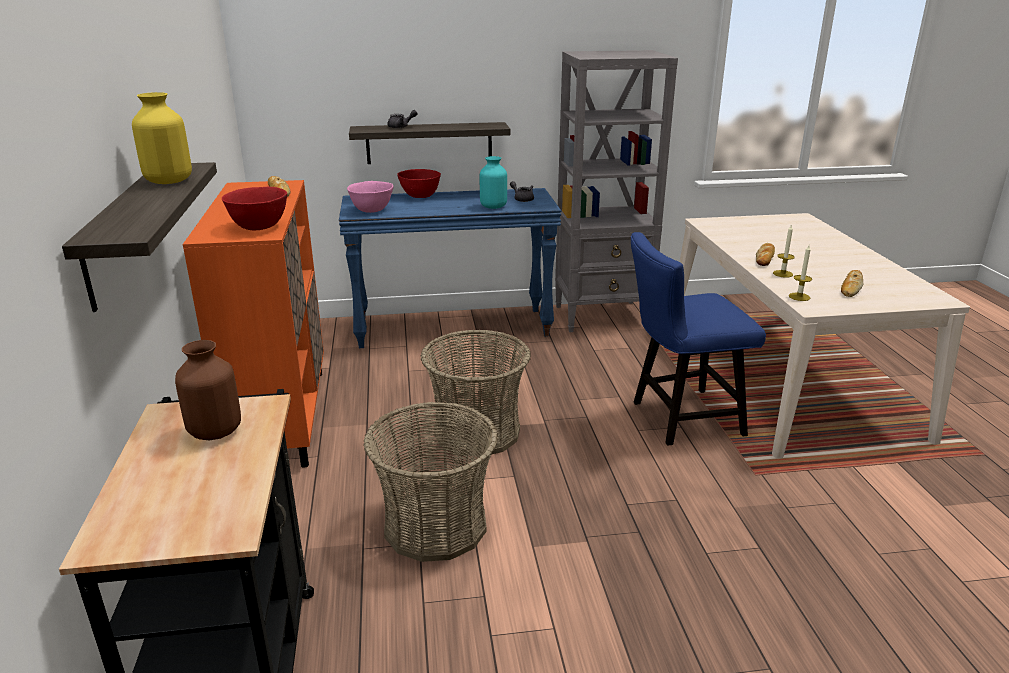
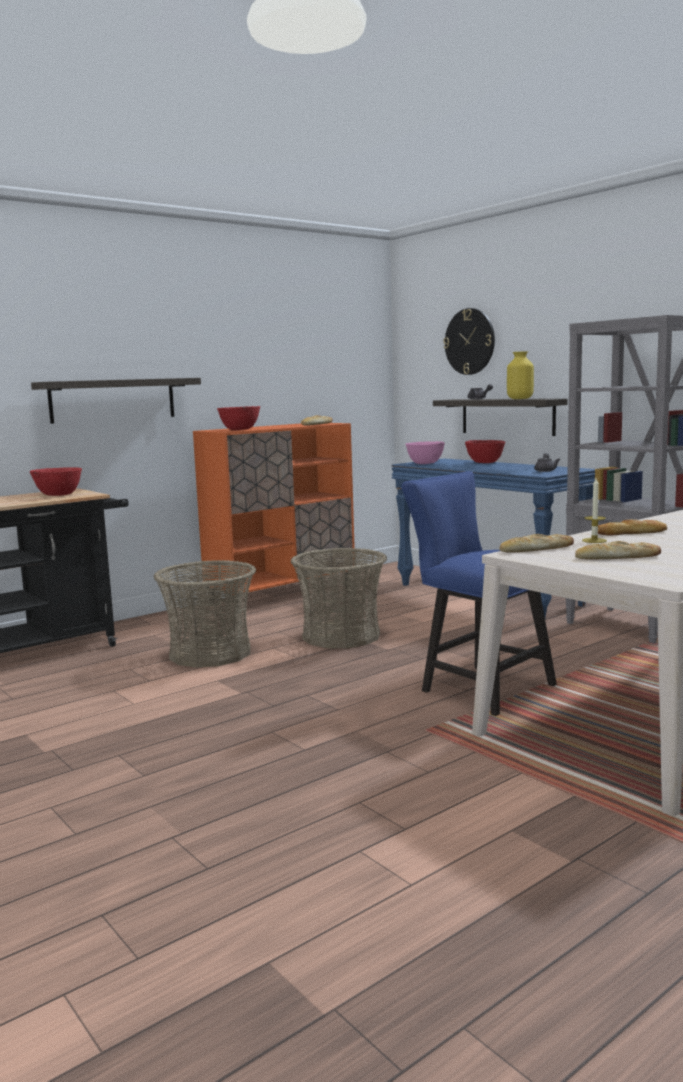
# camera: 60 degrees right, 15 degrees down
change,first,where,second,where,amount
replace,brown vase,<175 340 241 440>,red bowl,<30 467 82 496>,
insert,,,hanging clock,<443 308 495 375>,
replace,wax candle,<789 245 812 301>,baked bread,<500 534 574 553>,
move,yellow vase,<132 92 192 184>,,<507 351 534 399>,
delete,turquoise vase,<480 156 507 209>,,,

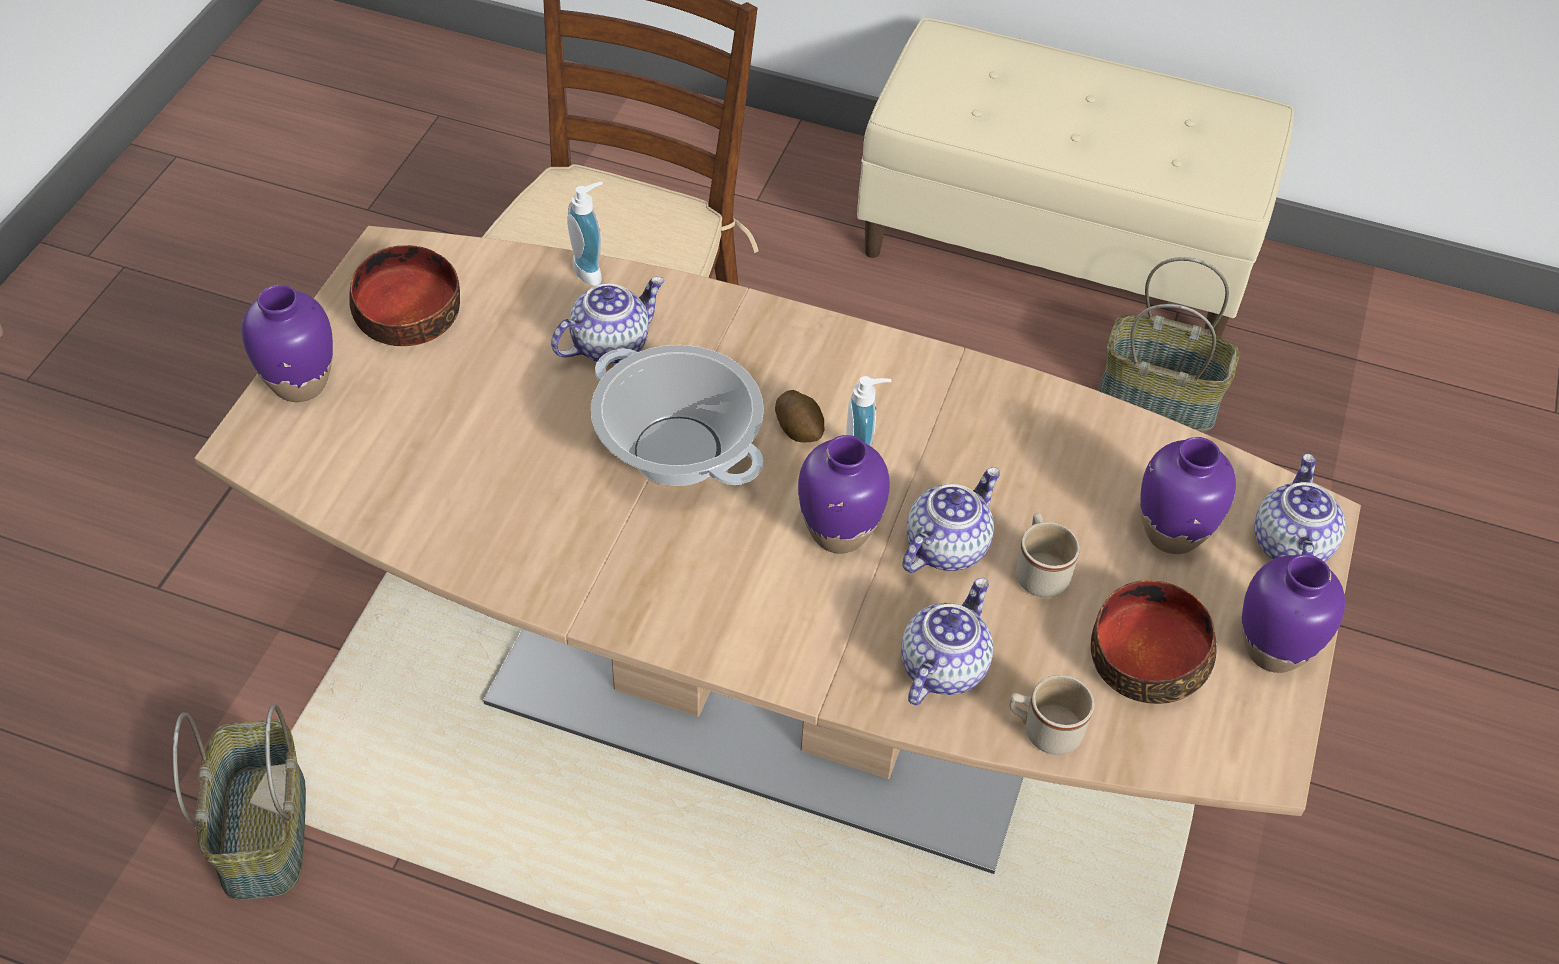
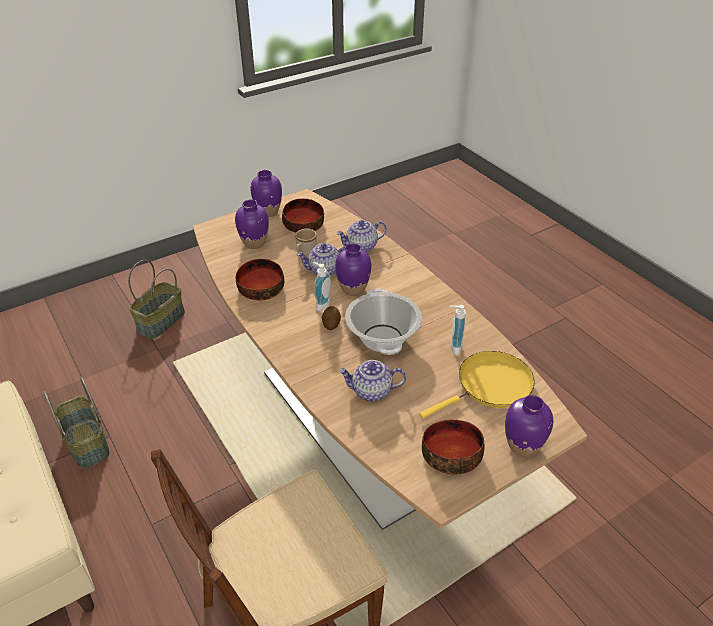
# camera: 140 degrees left, 10 degrees down
change,first,where,second,where,amount
move,basket,<173 704 306 900>,,<128 260 185 339>,
insert,,,bowl,<236 259 284 301>,
insert,,,yellow frying pan,<419 351 535 419>,
move,soap dispenser,<567 181 603 286>,,<450 305 466 355>,
delete,beige mug,<1009 675 1095 755>,,,
delete,tea pot,<1254 454 1345 562>,,,

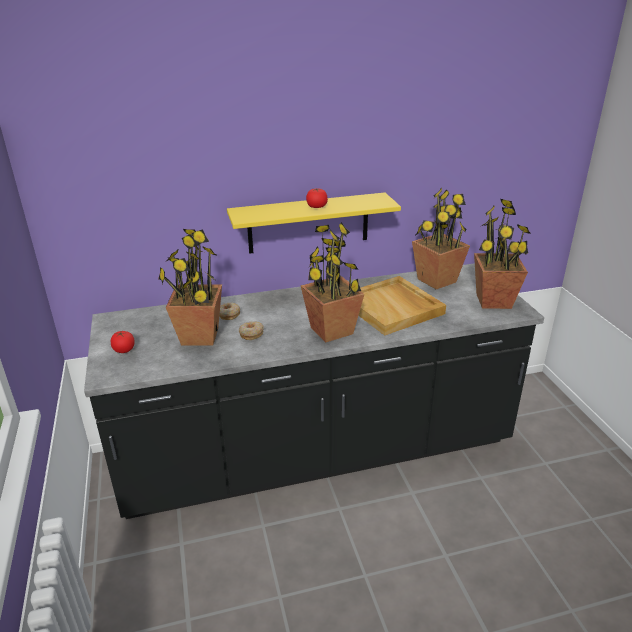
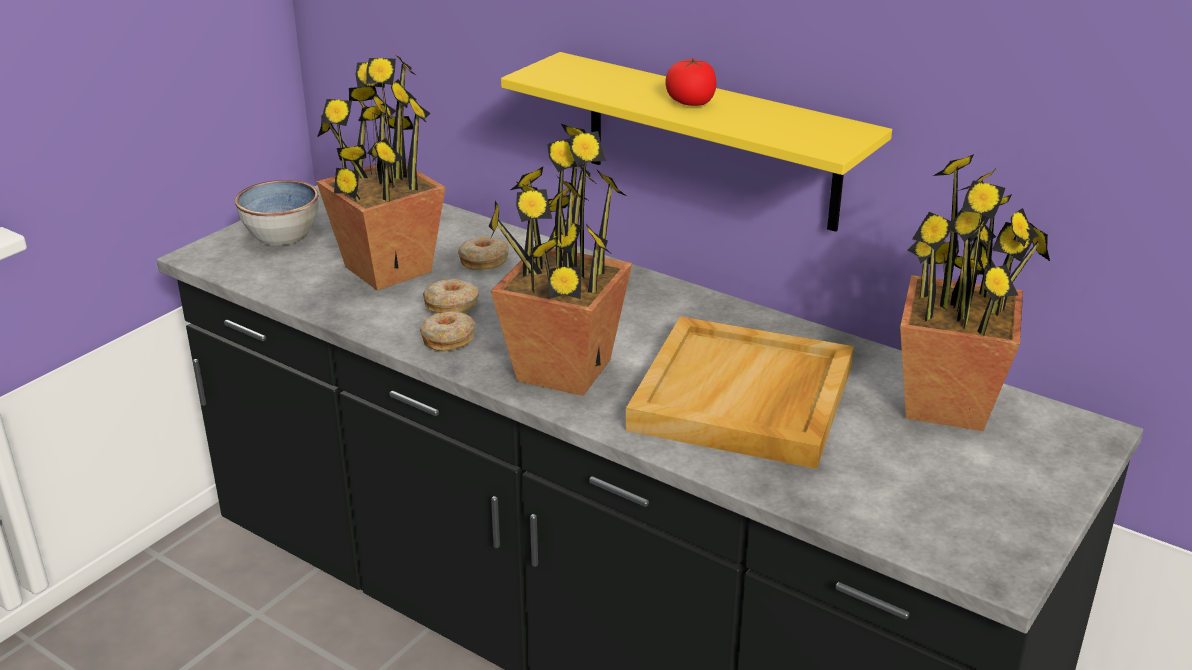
# camera: 50 degrees right, 0 degrees up
change,first,where,second,where,amount
replace,whole tomato,<111 330 135 353>,bowl,<235 180 319 245>,
insert,,,donut,<420 311 476 352>,
delete,potted plant,<474 199 531 309>,,,

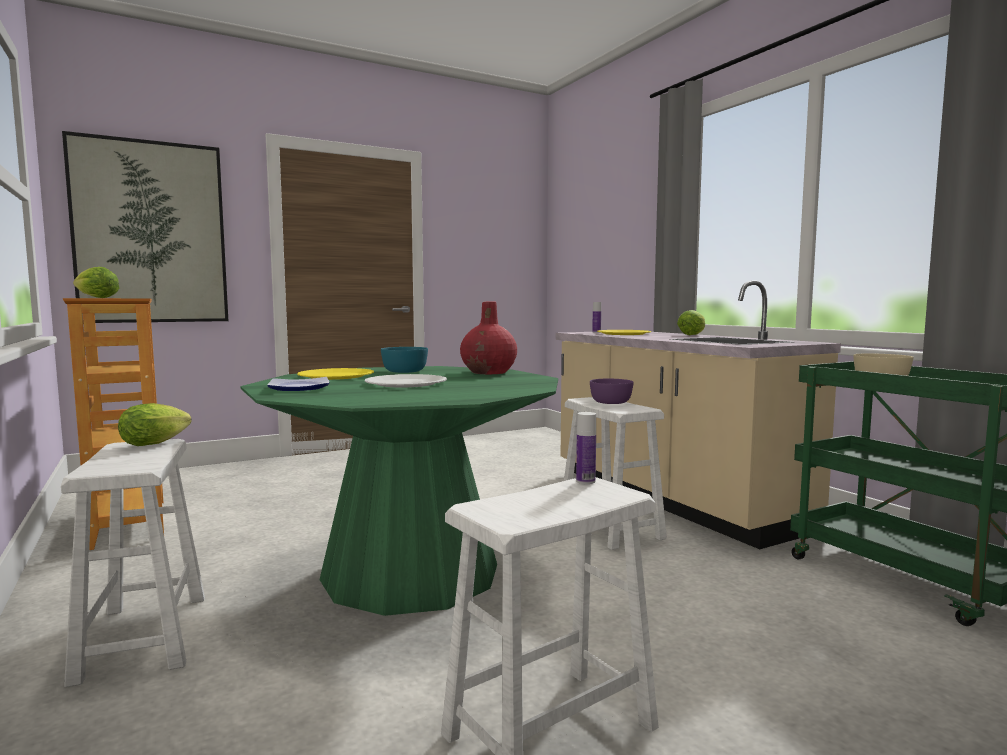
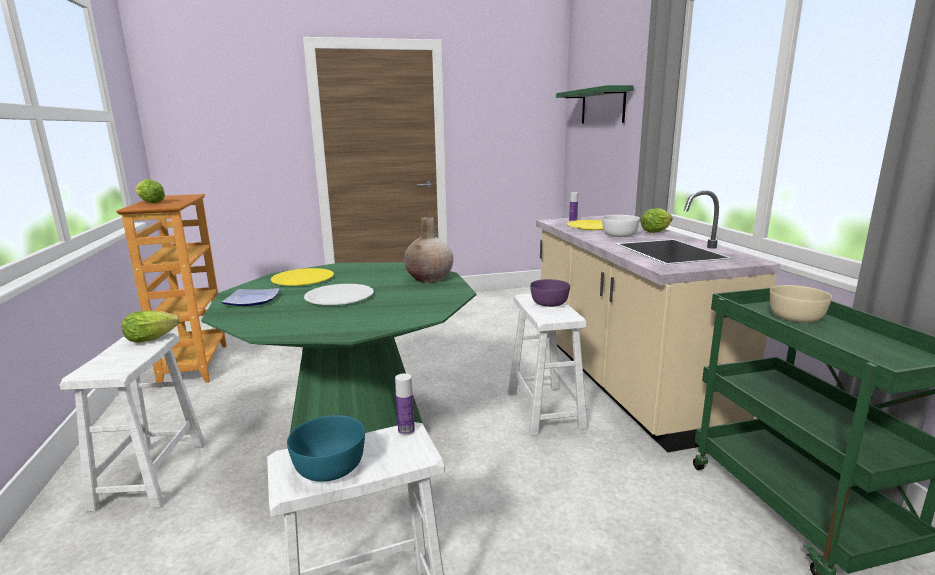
# camera: 15 degrees right, 10 degrees up
change,first,where,second,where,amount
move,turquoise bowl,<381 347 428 373>,,<287 415 365 482>,
recolor,red vase,<460 301 517 374>,beige vase,<404 217 454 283>,
insert,,,green-coloured shelf,<556 85 634 124>,
insert,,,white bowl,<602 215 640 237>,
delete,wall art,<62 131 228 323>,,,

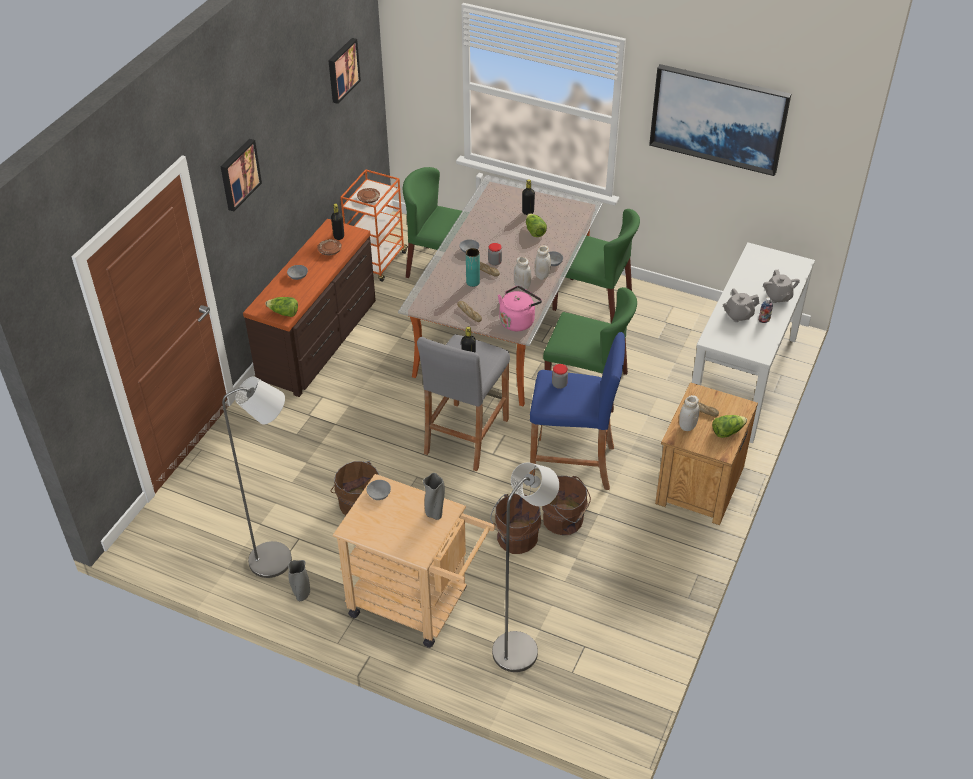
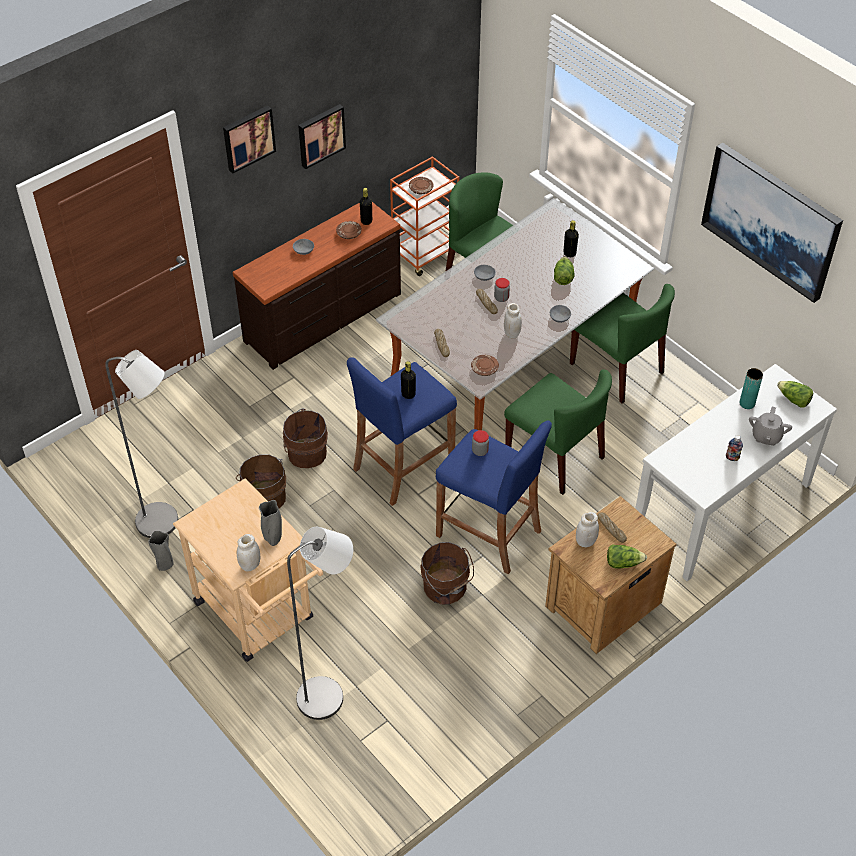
# camera: 25 degrees right, 5 degrees up
change,first,where,second,where,amount
move,white preserve jar,<535 245 551 280>,,<237 534 261 572>,
move,brown pail,<490 494 541 554>,,<283 408 328 468>,
move,wall art,<328 38 361 104>,,<298 104 346 169>,
recolor,grey stool,<417 334 510 471>,blue stool,<347 357 457 506>,
replace,pink-coloured water kettle,<498 286 542 331>,brown plate,<471 355 499 376>,
move,turquoise vase,<466 248 480 287>,,<739 368 763 409>,
move,head of lettuce,<265 297 298 317>,,<777 381 813 408>,
delete,grey bowl,<367 480 391 500>,,,
delete,grey tea pot,<723 288 759 322>,,,

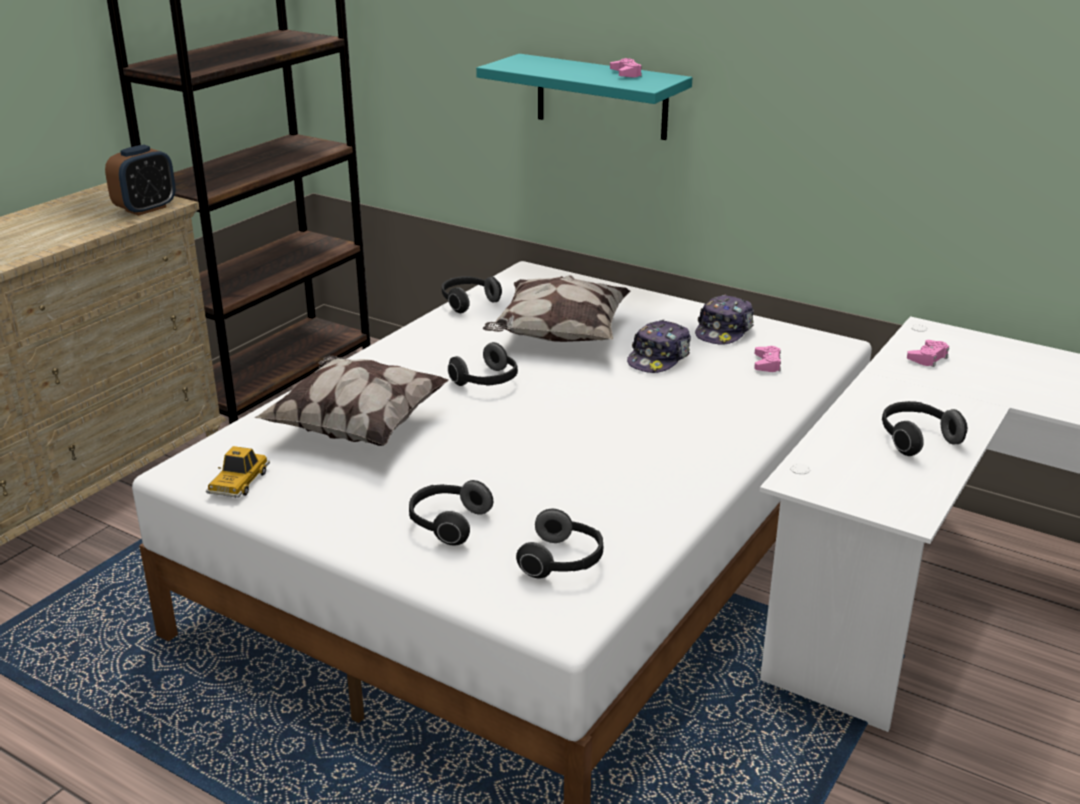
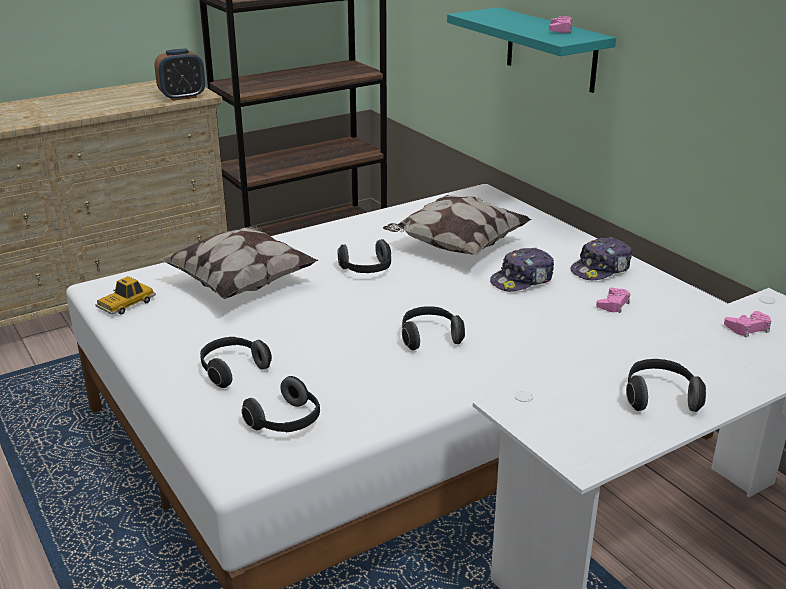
# camera: 25 degrees right, 0 degrees up
change,first,where,second,where,amount
move,headphones,<442 276 502 313>,,<402 306 465 350>,

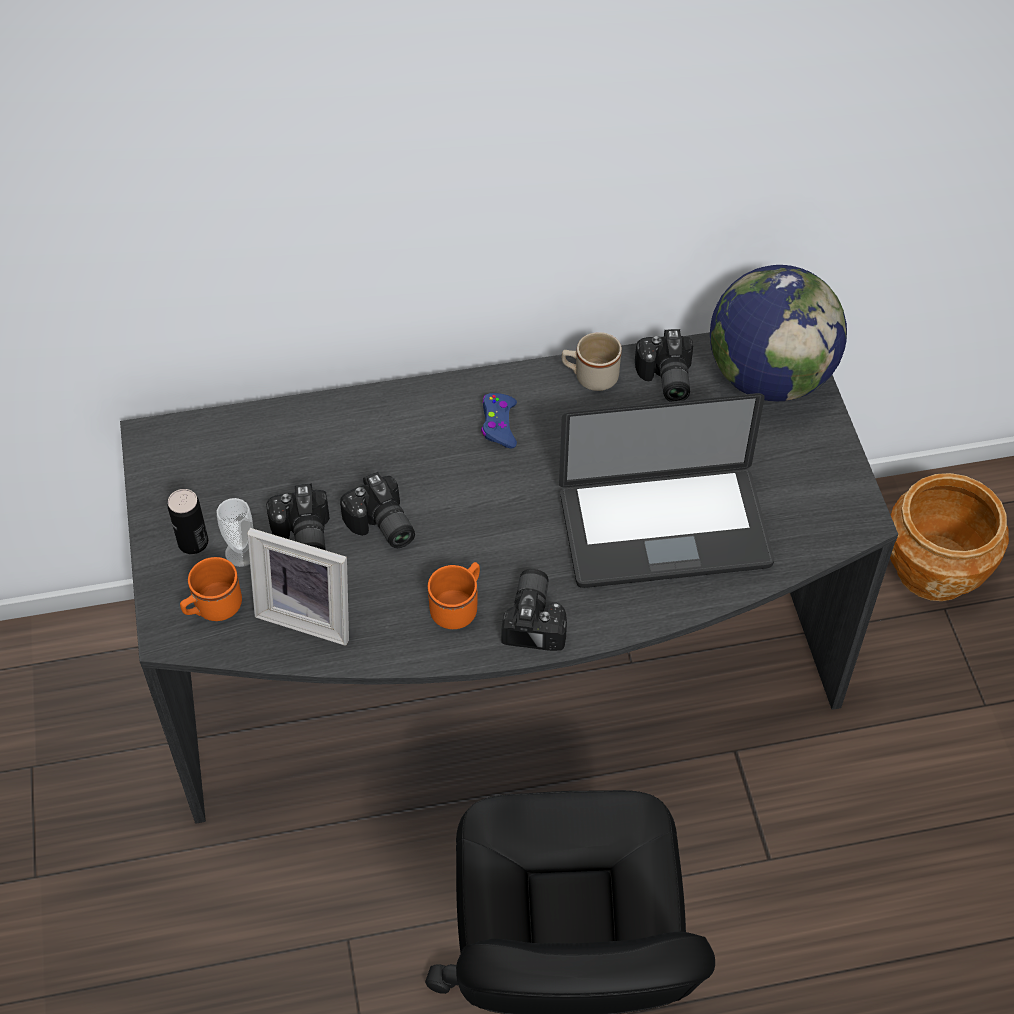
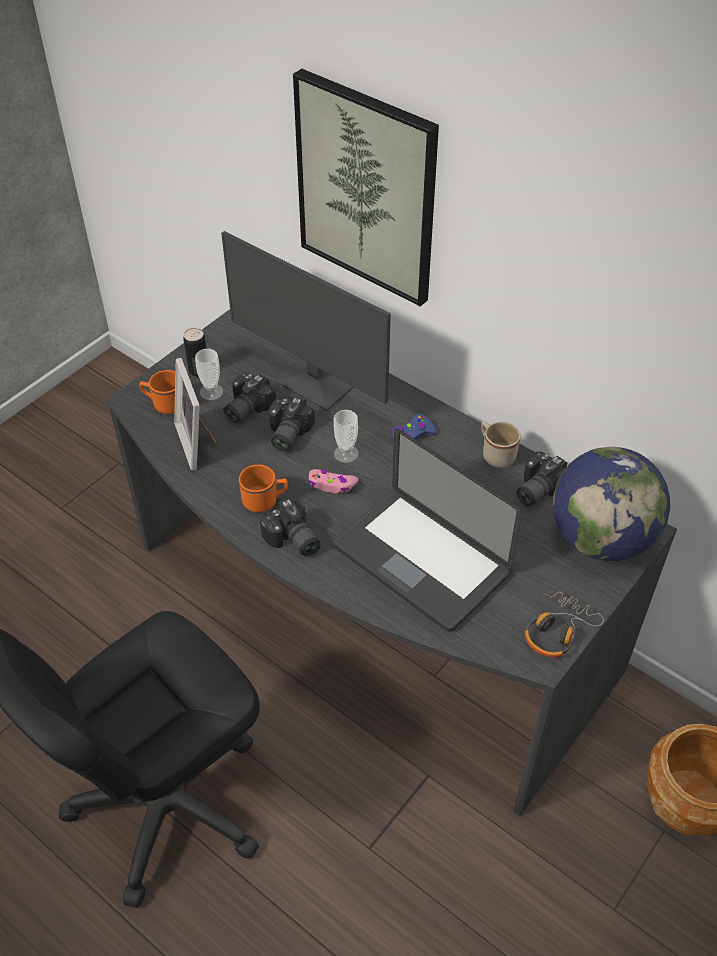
# camera: 50 degrees right, 5 degrees down
change,first,where,second,where,amount
insert,,,computer screen,<221 231 391 411>,
rotate,still camera,<501 569 567 651>,,<260 498 321 557>,90 degrees clockwise
insert,,,wall art,<293 69 439 307>,
insert,,,pink-coloured game controller,<309 469 359 493>,
insert,,,small cup,<334 410 359 463>,
insert,,,headphones,<525 592 604 658>,

